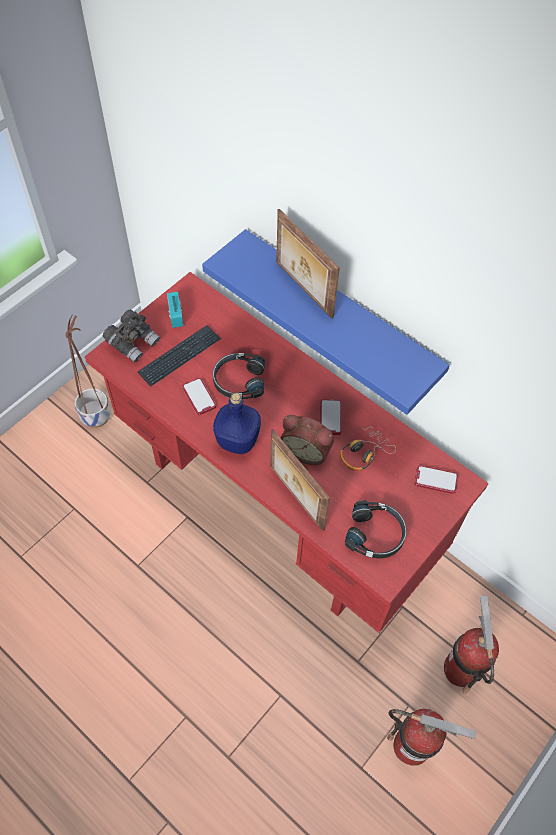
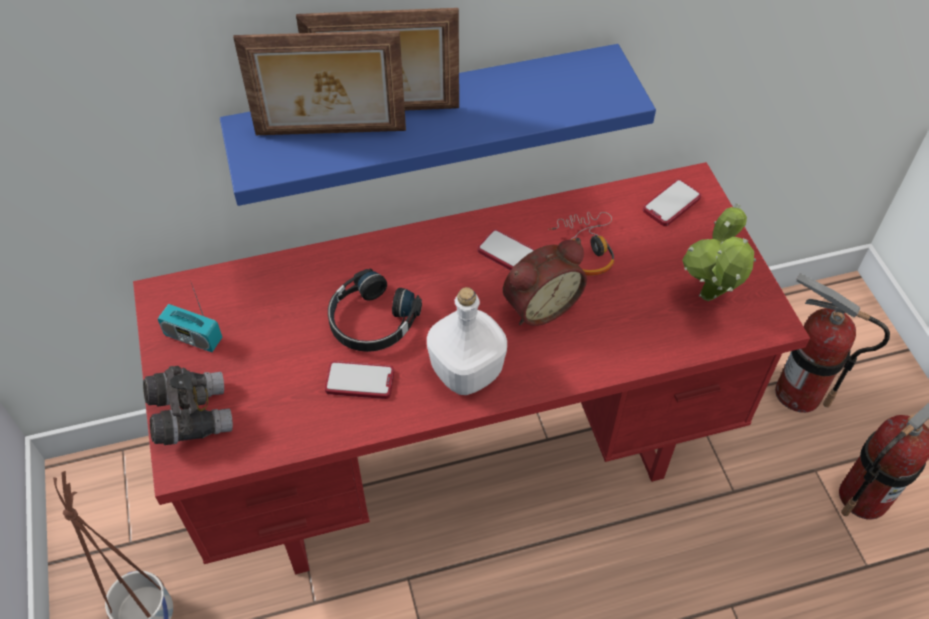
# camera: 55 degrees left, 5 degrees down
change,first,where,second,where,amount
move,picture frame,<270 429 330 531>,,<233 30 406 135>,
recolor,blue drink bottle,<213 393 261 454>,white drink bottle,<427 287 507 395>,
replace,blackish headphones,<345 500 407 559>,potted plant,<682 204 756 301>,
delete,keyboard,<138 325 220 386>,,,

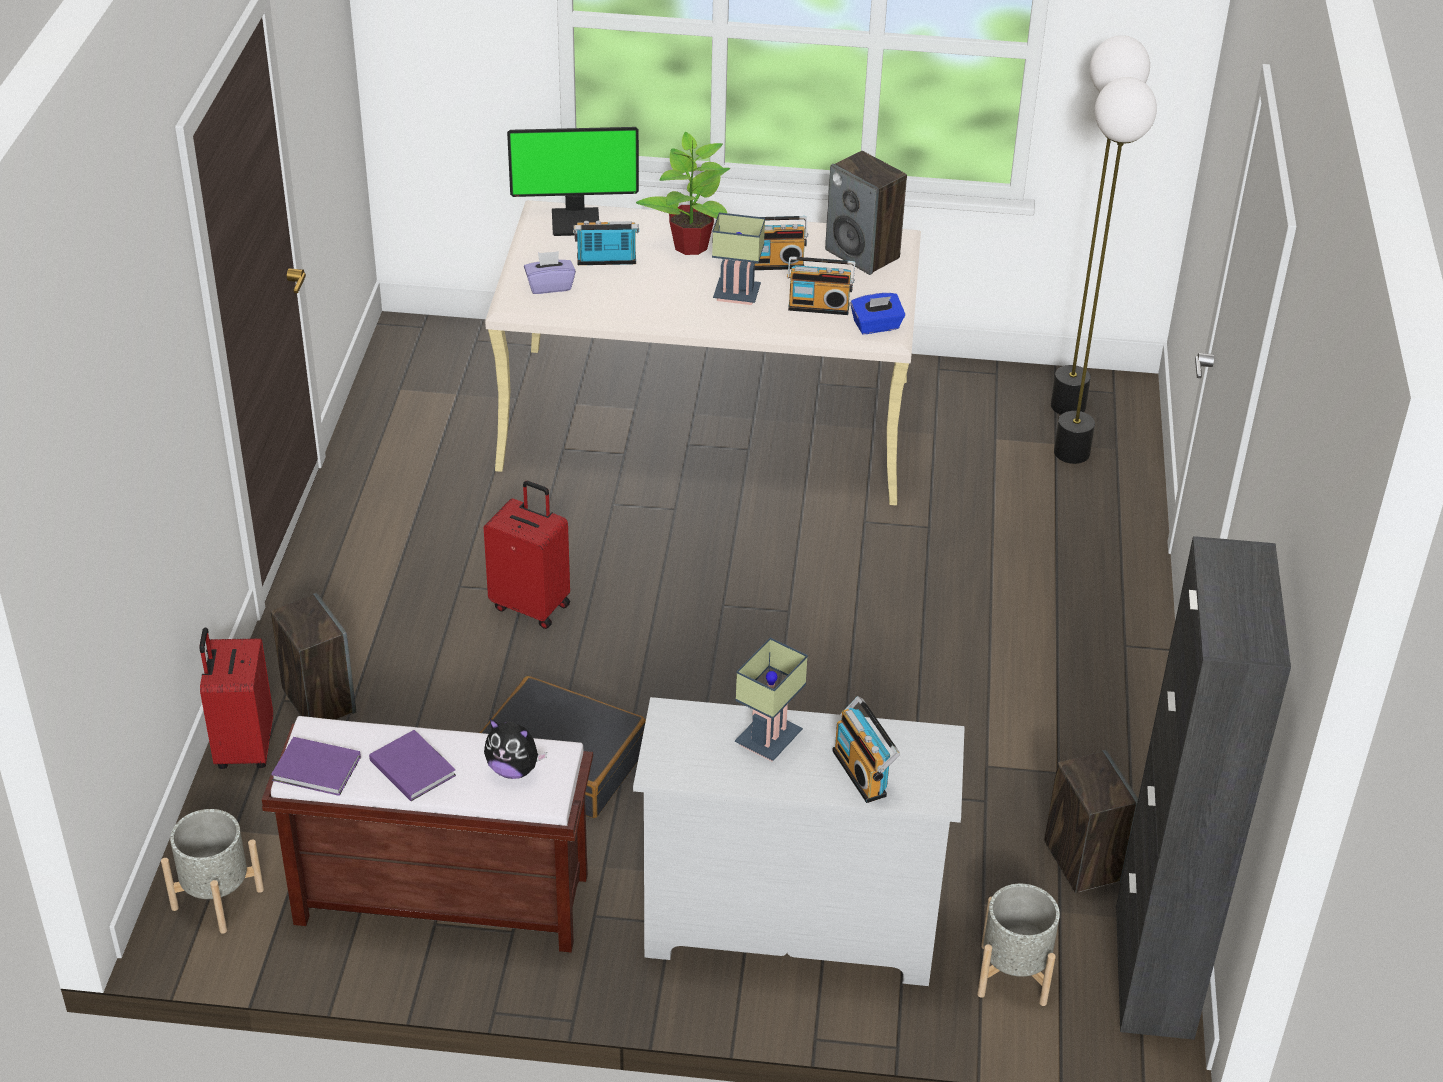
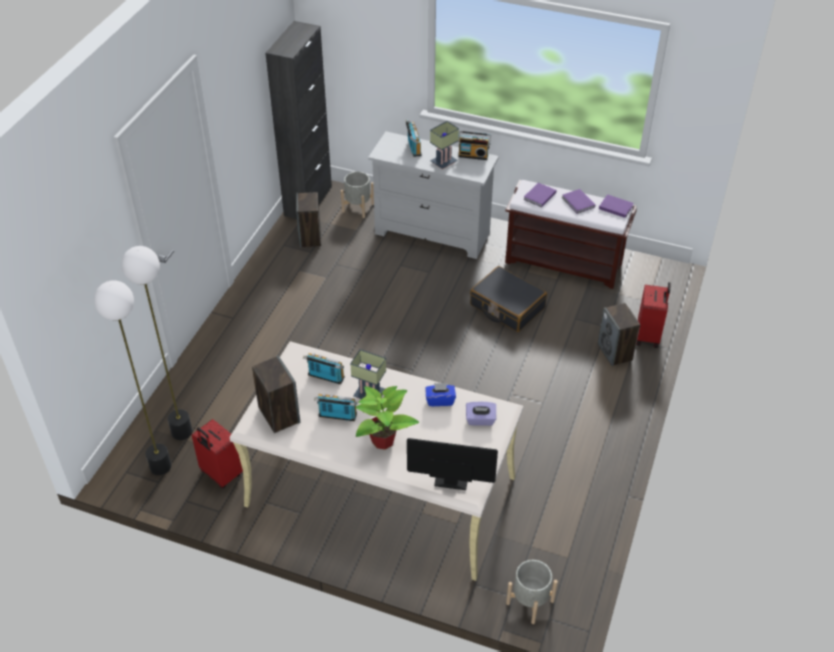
# camera: 165 degrees left, 5 degrees up
change,first,where,second,where,amount
move,red piece of luggage,<484 481 570 629>,,<192 419 243 488>,
move,blue tissue box,<850 293 905 334>,,<425 383 456 406>,
move,radio receiver,<573 221 639 265>,,<458 131 491 160>,
move,grey plant pot,<161 809 264 934>,,<506 560 558 624>,
replace,cuddly toy,<484 719 547 779>,purple volume,<523 183 556 207>,

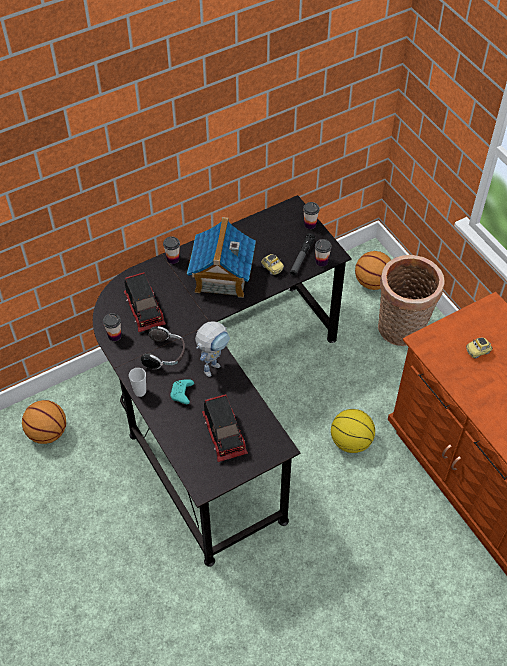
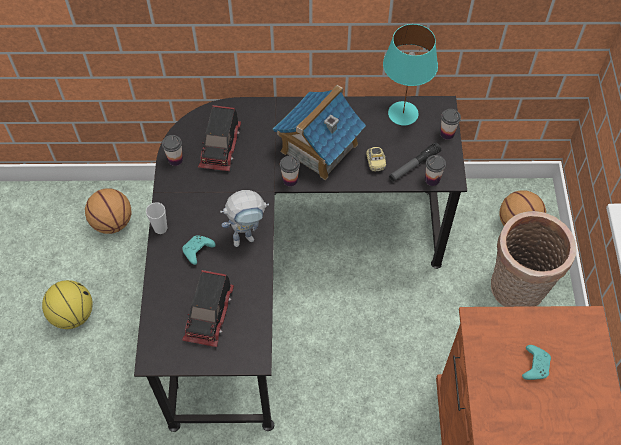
# camera: 30 degrees right, 5 degrees up
change,first,where,second,where,amount
move,basketball,<331 409 375 453>,,<42 280 93 329>,
move,small cup,<163 236 180 264>,,<280 156 300 187>,
insert,,,turquoise table lamp,<383 24 438 125>,
replace,model car,<466 338 493 359>,turquoise game controller,<522 345 551 380>,
delete,headphones,<141 326 185 369>,,,

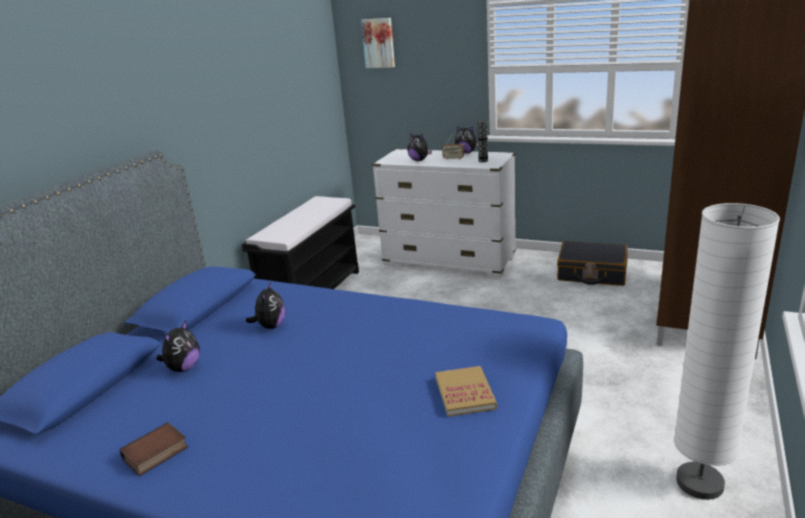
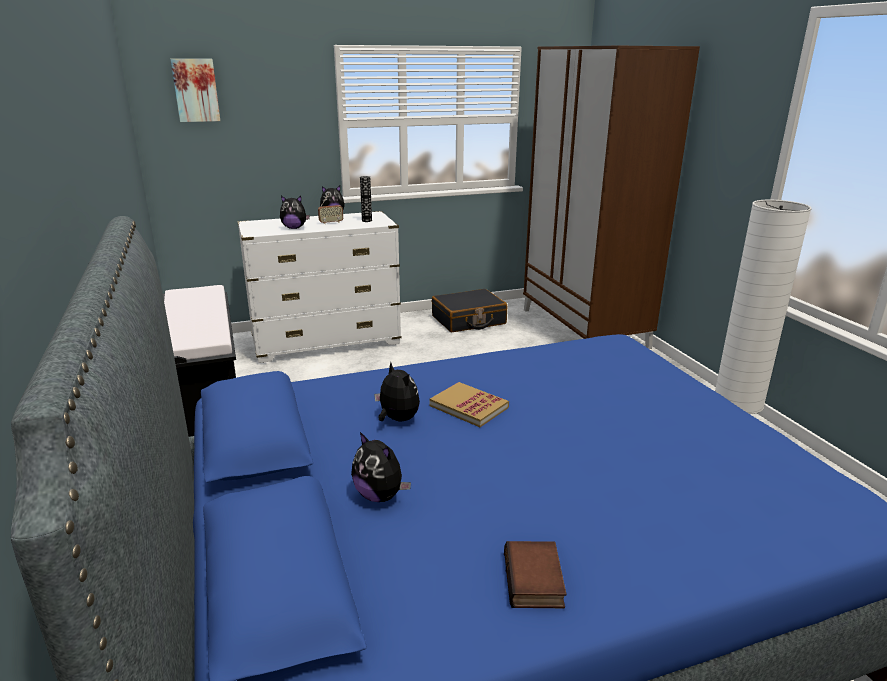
# camera: 45 degrees left, 0 degrees up
change,first,where,second,where,amount
rotate,cuddly toy,<157 320 200 372>,,<351 432 411 502>,150 degrees clockwise
move,volume,<435 366 497 417>,,<430 382 509 427>,

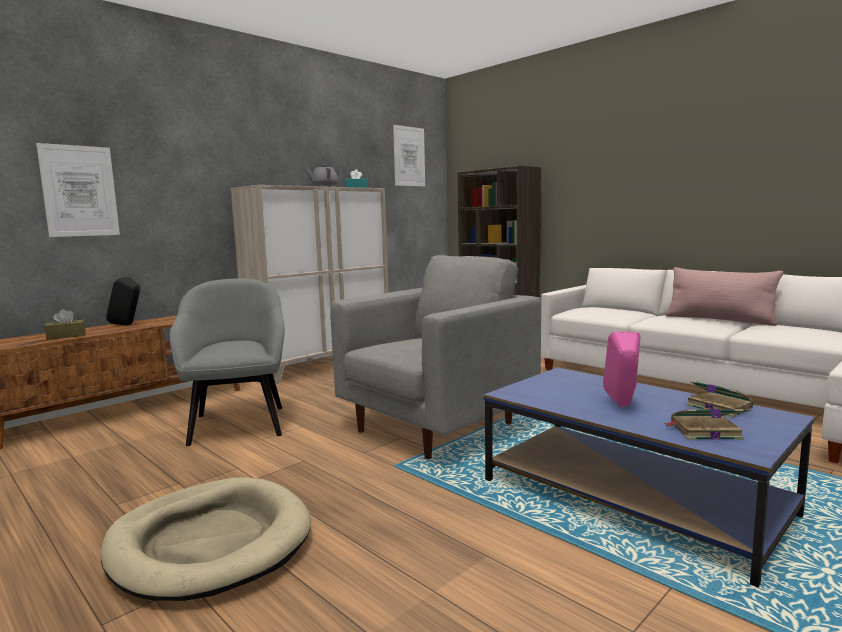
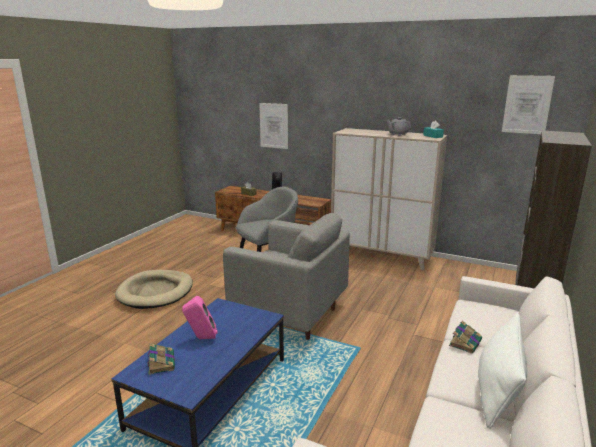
# camera: 70 degrees right, 10 degrees up
change,first,where,second,where,amount
move,volume,<686 380 753 418>,,<449 321 482 354>,
recolor,pink-coloured pillow,<666 267 784 326>,white pillow,<478 313 527 429>,

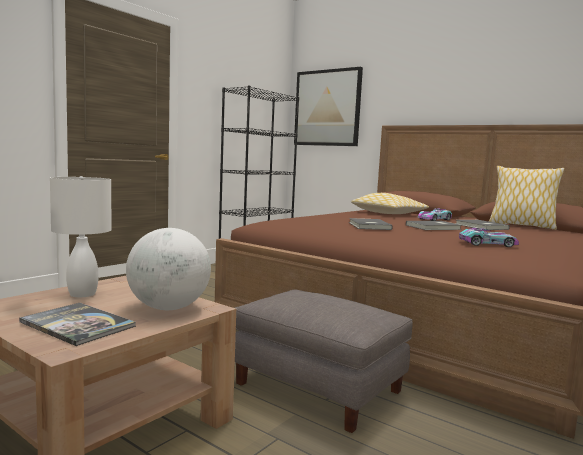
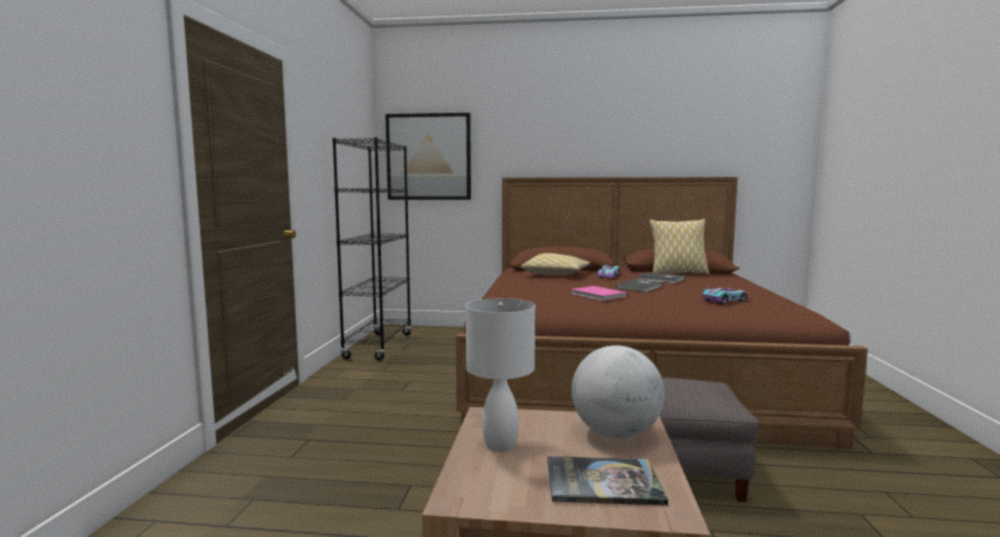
# camera: 30 degrees left, 0 degrees up
change,first,where,second,where,amount
recolor,grey volume,<349 218 393 230>,pink-coloured volume,<570 286 627 301>,

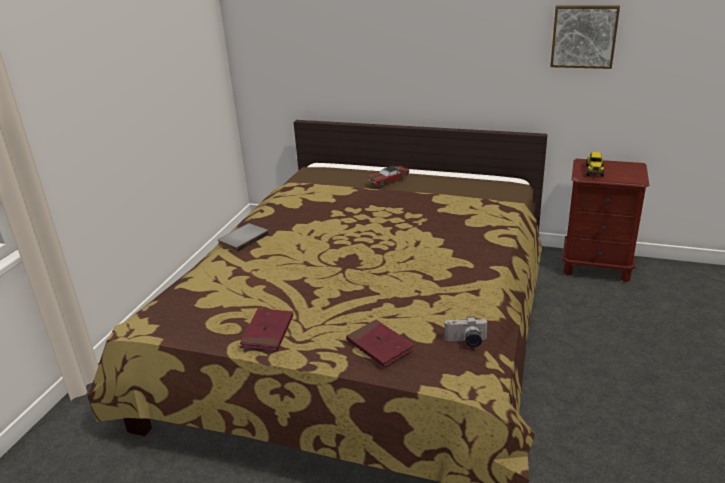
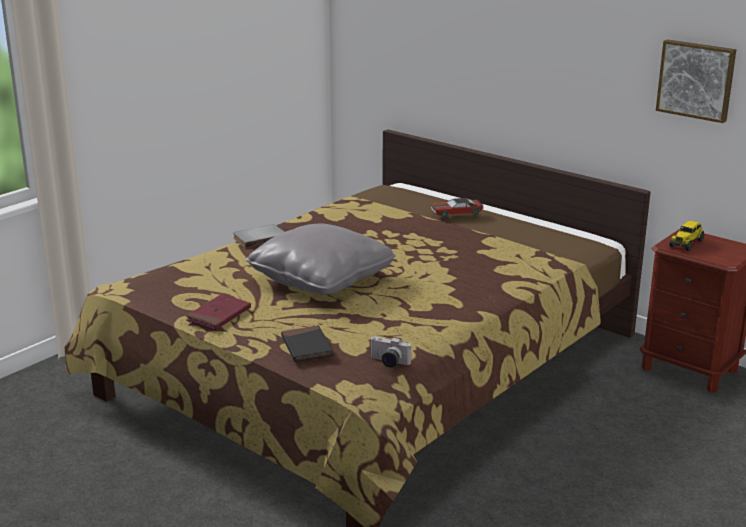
# camera: 20 degrees right, 5 degrees down
change,first,where,second,where,amount
insert,,,grey pillow,<246 224 396 295>,
recolor,red volume,<346 320 415 367>,blackish volume,<281 325 333 362>,

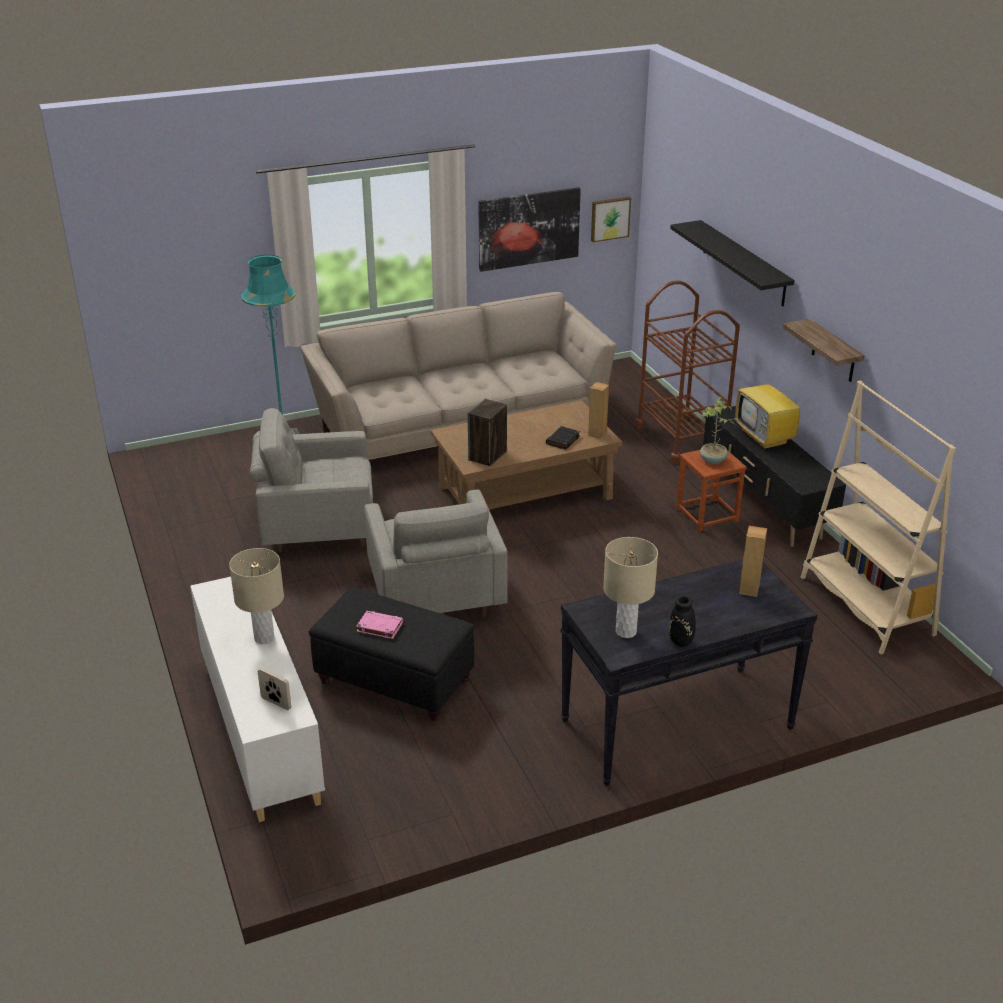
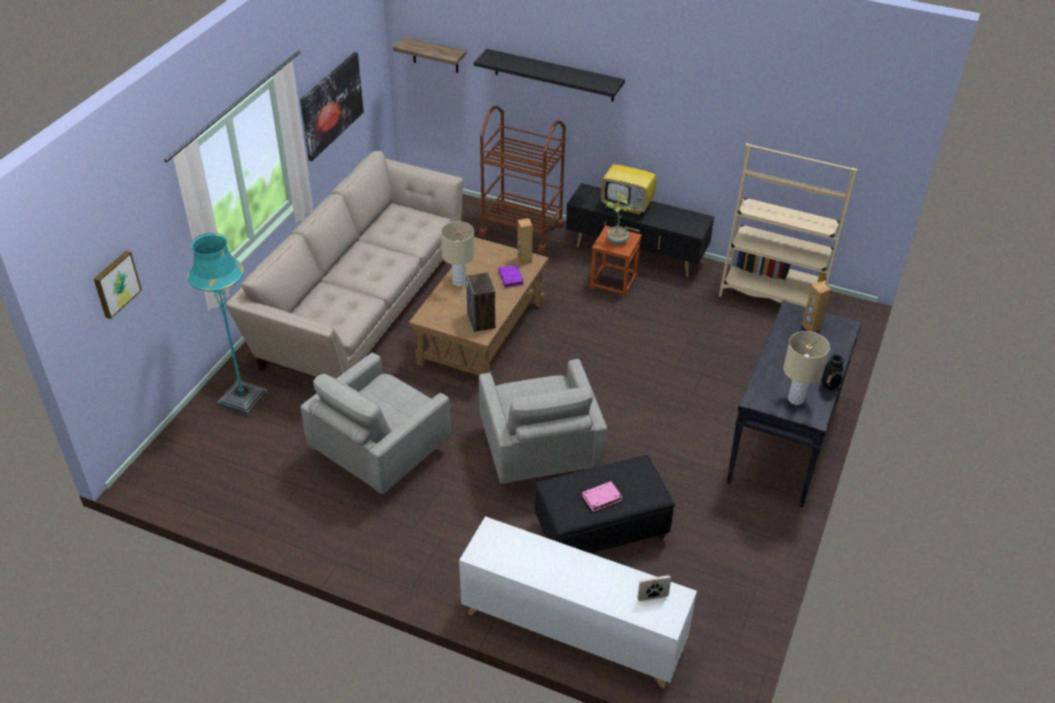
# camera: 45 degrees left, 10 degrees up
change,first,where,second,where,amount
move,wall art,<591 197 631 242>,,<94 251 142 319>,
move,shelf,<783 319 864 382>,,<393 37 466 73>,
move,beige table lamp,<229 548 284 644>,,<441 221 475 286>,
rotate,grey armchair,<364 490 508 617>,,<479 359 607 486>,45 degrees clockwise
recolor,blackish volume,<546 426 580 450>,purple volume,<498 265 524 288>,

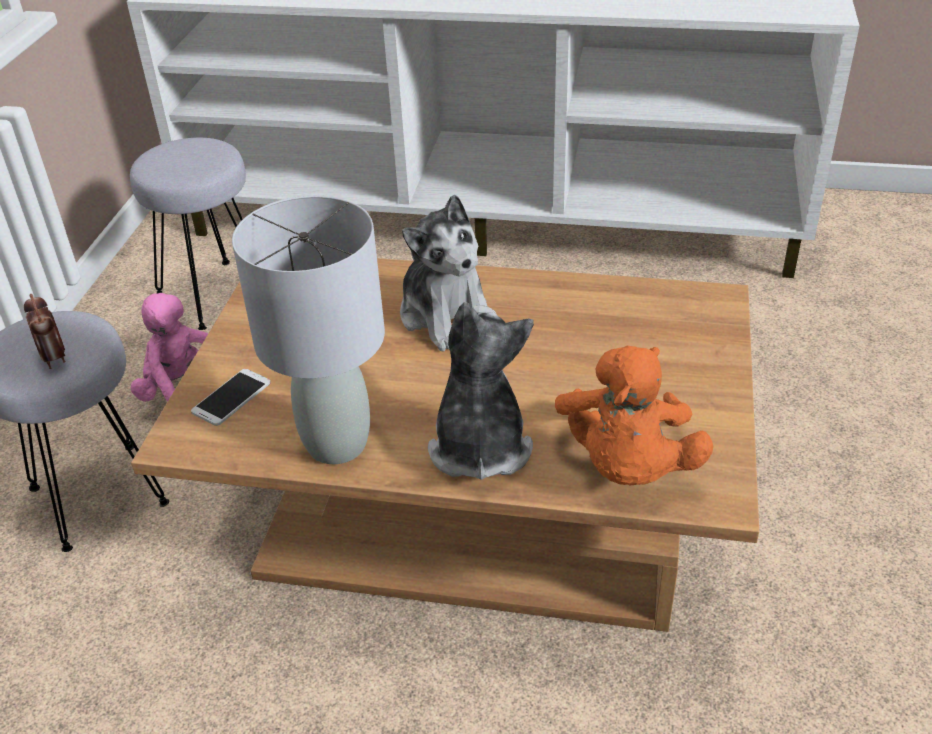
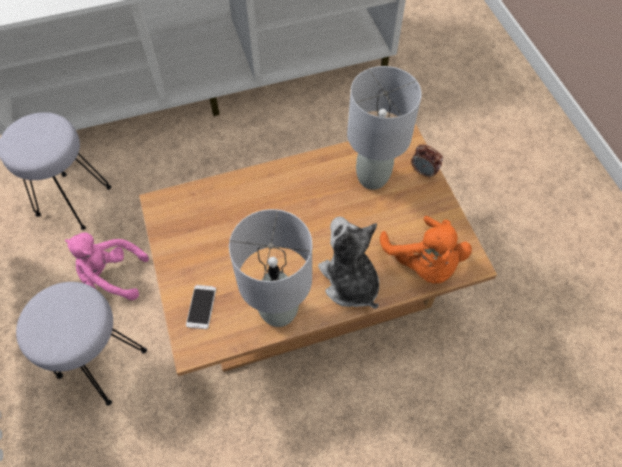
# camera: 30 degrees left, 20 degrees up
change,first,where,second,where,amount
insert,,,grey table lamp,<347 66 422 190>,
move,alarm clock,<24 294 65 369>,,<411 145 443 179>,
delete,cuddly toy,<400 194 487 351>,,,

